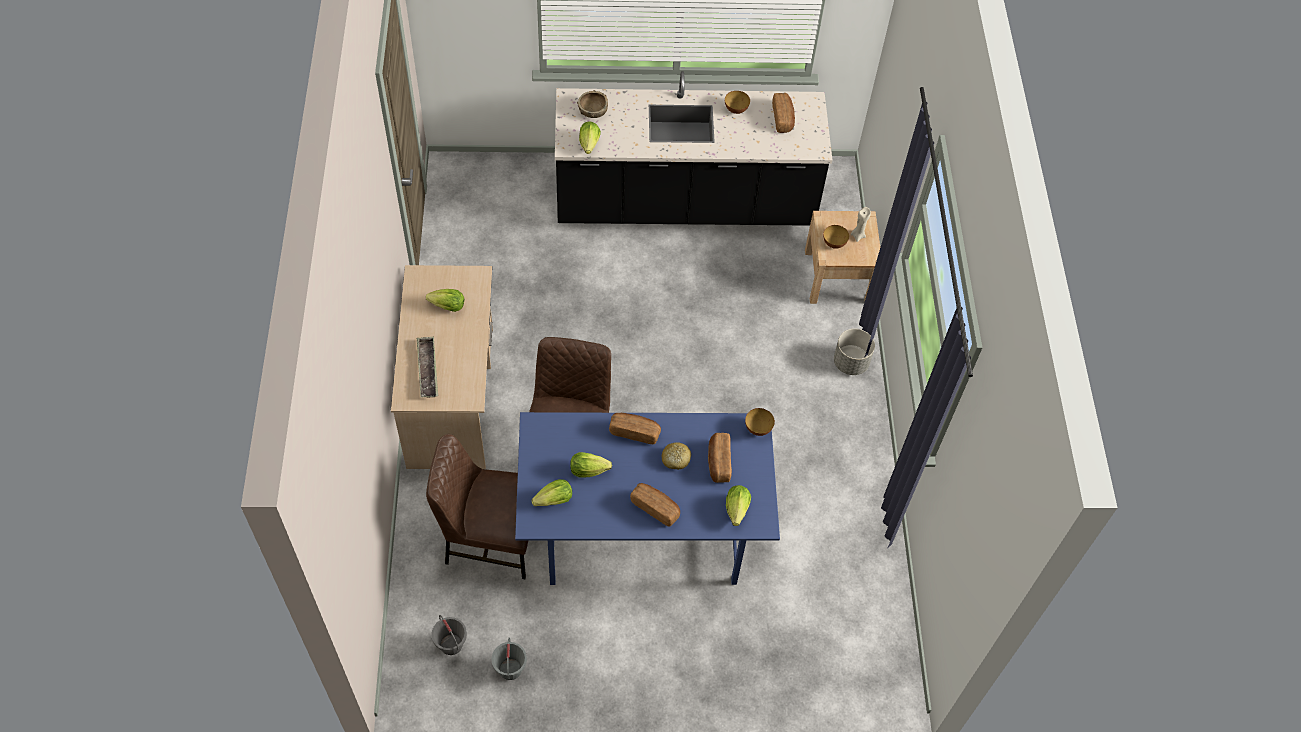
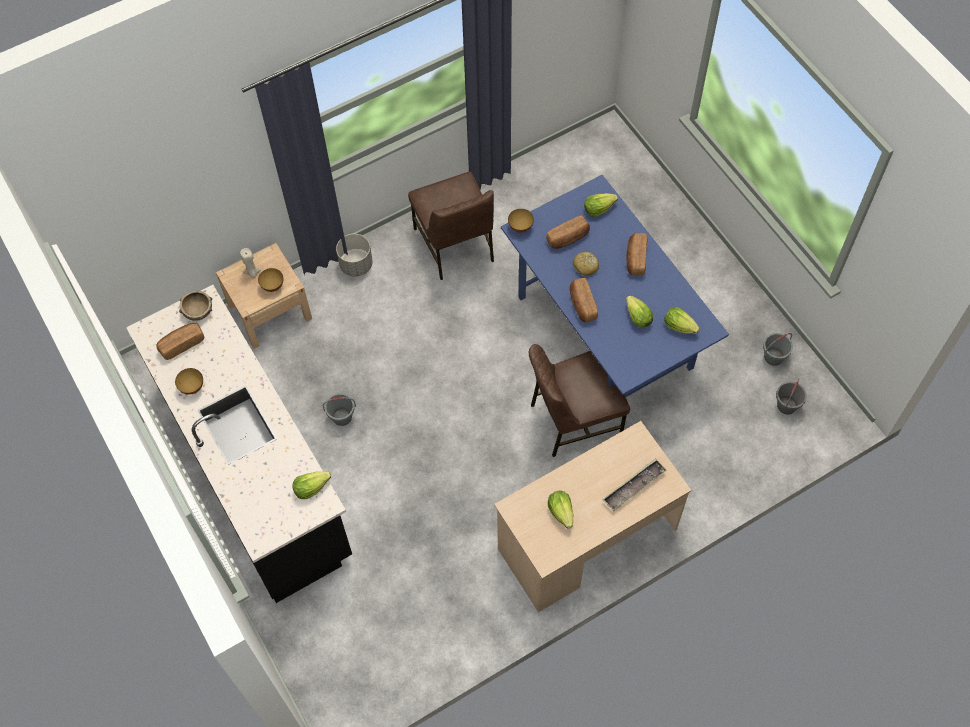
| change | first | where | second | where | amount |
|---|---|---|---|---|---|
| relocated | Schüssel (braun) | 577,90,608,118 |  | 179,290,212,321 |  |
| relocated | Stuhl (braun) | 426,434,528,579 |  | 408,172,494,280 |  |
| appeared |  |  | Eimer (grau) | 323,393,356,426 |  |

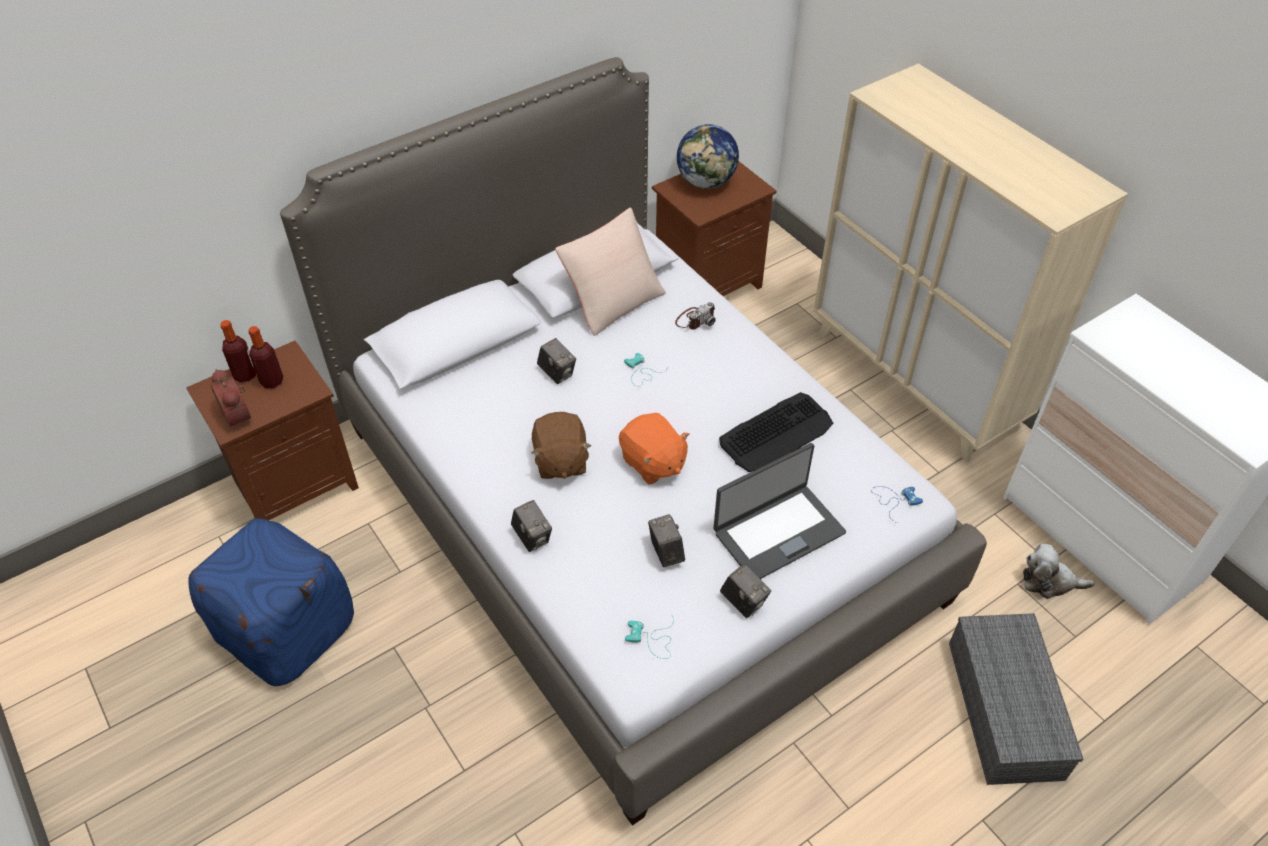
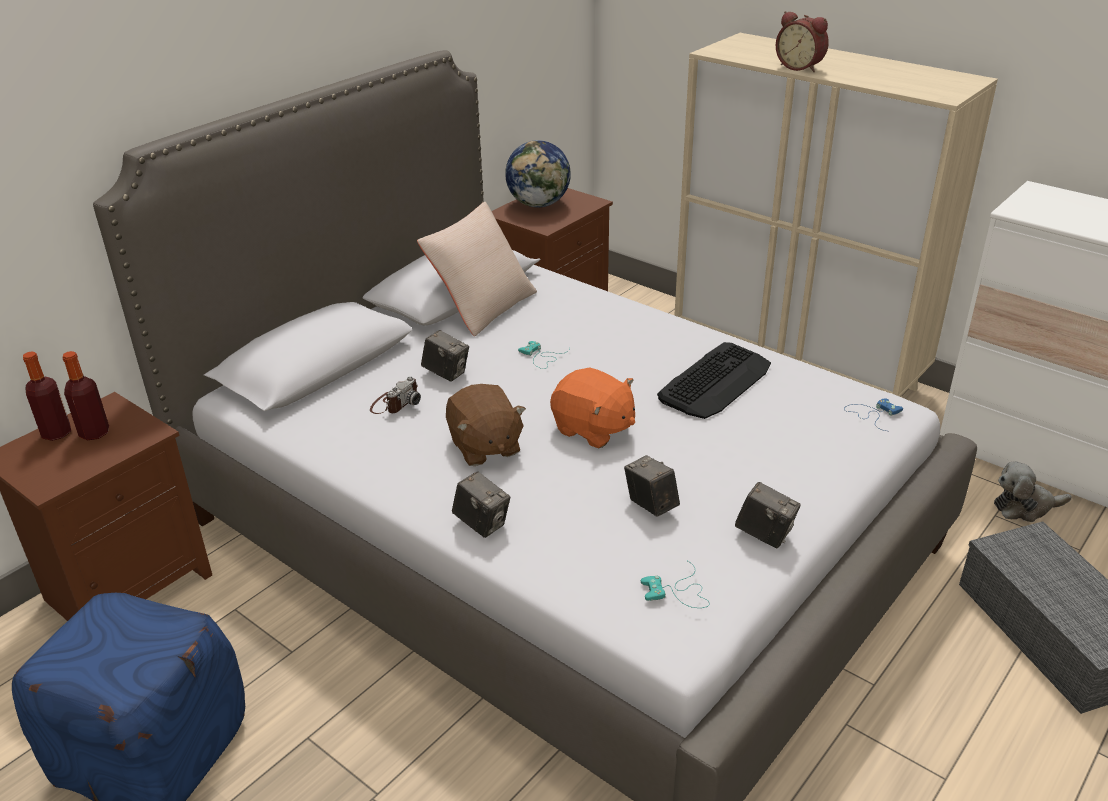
| change | first | where | second | where | amount |
|---|---|---|---|---|---|
| relocated | Kamera | 675,302,716,330 |  | 370,376,421,414 |  |
| relocated | Wecker | 211,369,251,430 |  | 776,11,829,72 |  |
| missing | Laptop | 713,443,846,579 |  |  |  |

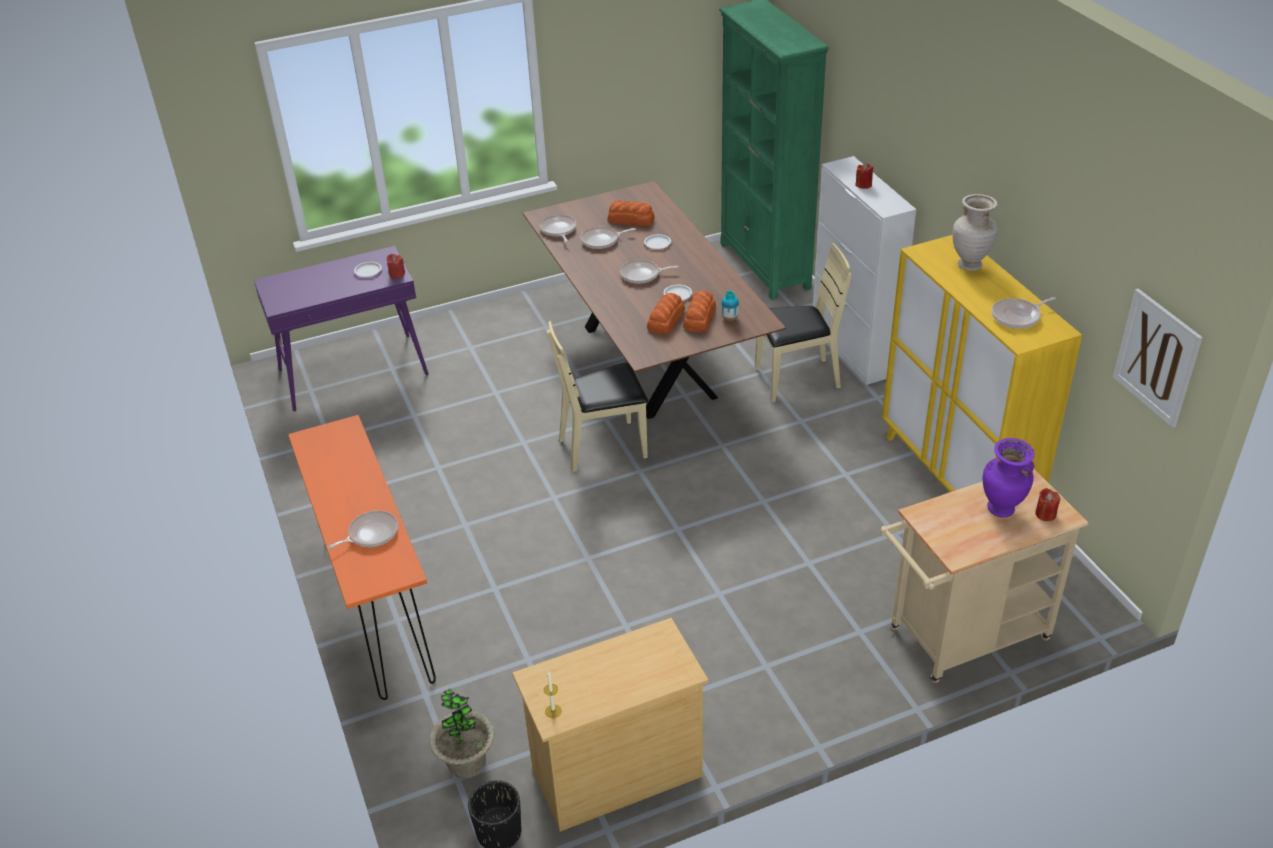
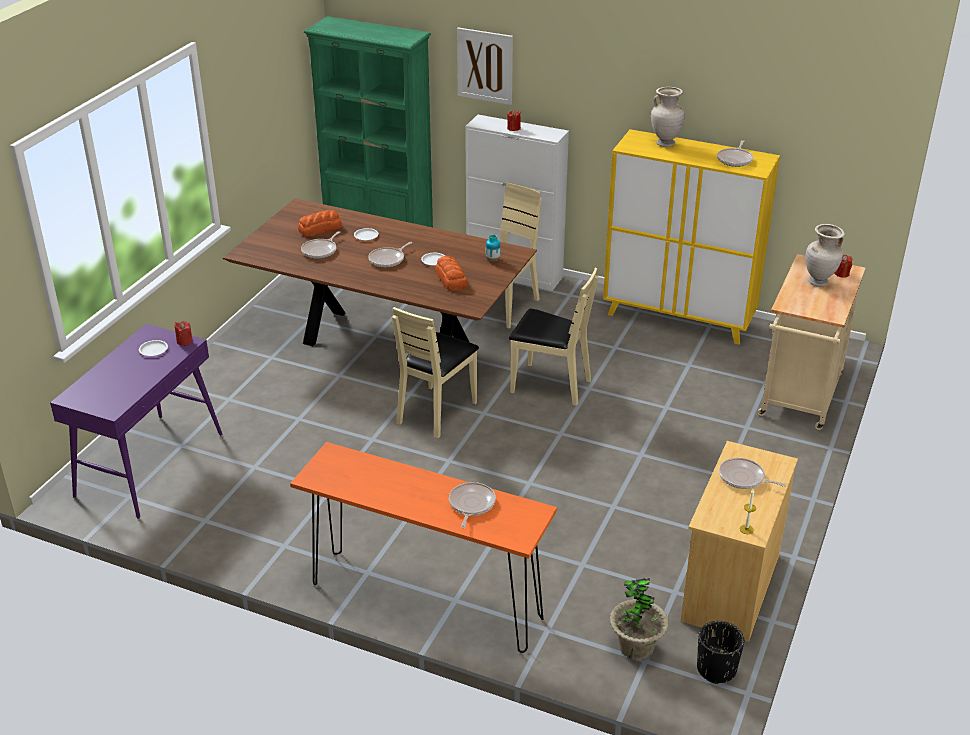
| change | first | where | second | where | amount |
|---|---|---|---|---|---|
| relocated | Pfanne | 540,215,576,242 |  | 719,458,786,489 |  |
| relocated | Bild | 1113,289,1203,428 |  | 457,28,513,105 |  |
| missing | Brot | 683,290,716,332 |  |  |  |
| colour | Vase (lila) | 983,438,1034,518 | Vase (beige) | 805,224,845,287 |  |
| appeared |  |  | Stuhl (beige) | 509,268,599,406 |  |

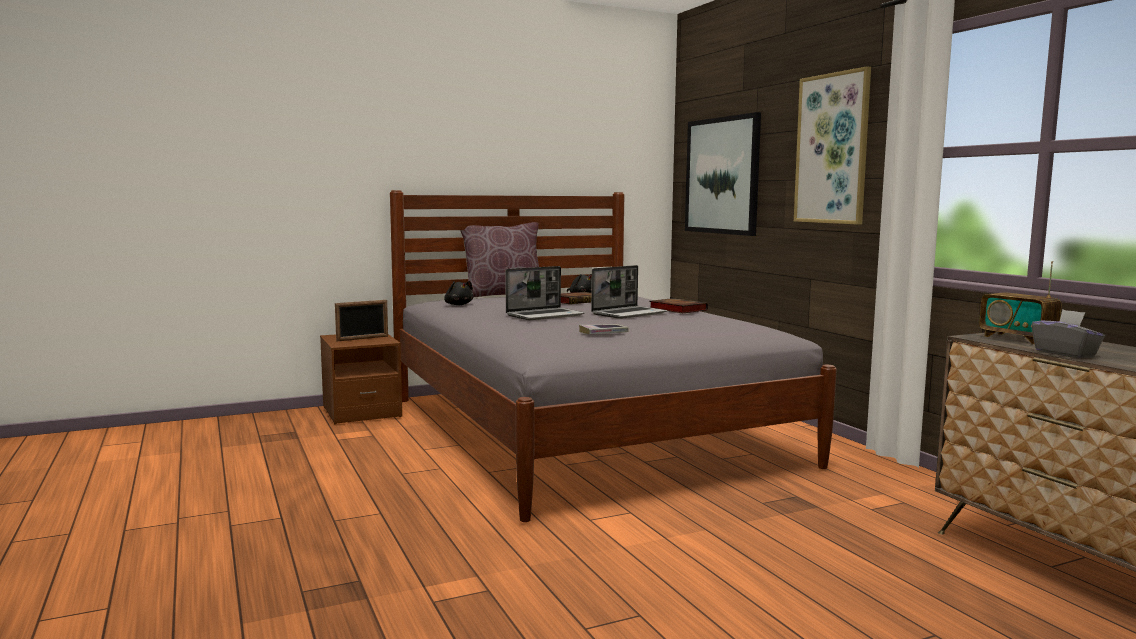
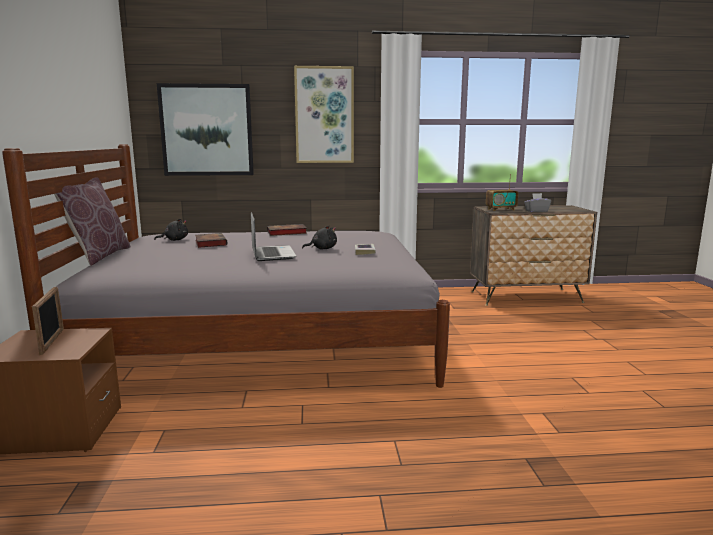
| change | first | where | second | where | amount |
|---|---|---|---|---|---|
| missing | Laptop | 591,265,667,319 |  |  |  |
| relocated | Plüschtier (schwarz) | 444,281,474,305 |  | 302,225,337,249 |  |

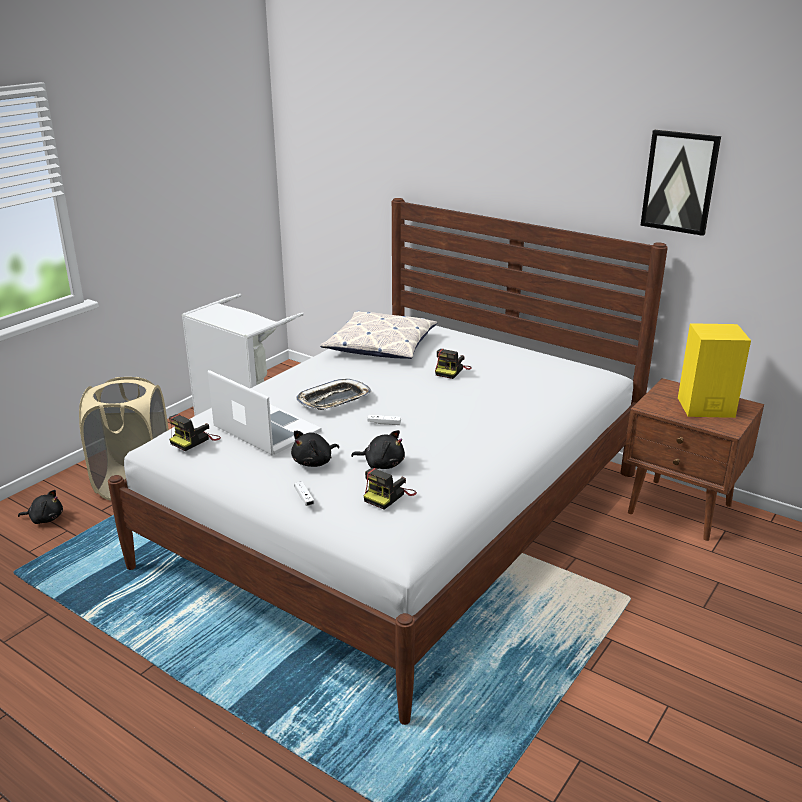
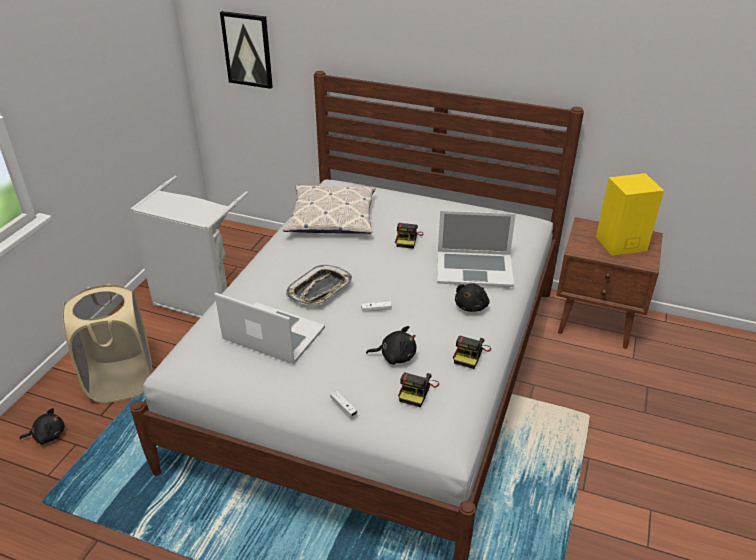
| change | first | where | second | where | amount |
|---|---|---|---|---|---|
| relocated | Bild | 640,130,721,236 |  | 220,11,273,89 |  |
| relocated | Kamera | 169,414,221,451 |  | 453,336,491,369 |  |
| relocated | Plüschtier (schwarz) | 291,430,339,467 |  | 455,283,490,312 |  |
| appeared |  |  | Laptop | 437,211,516,287 |  |

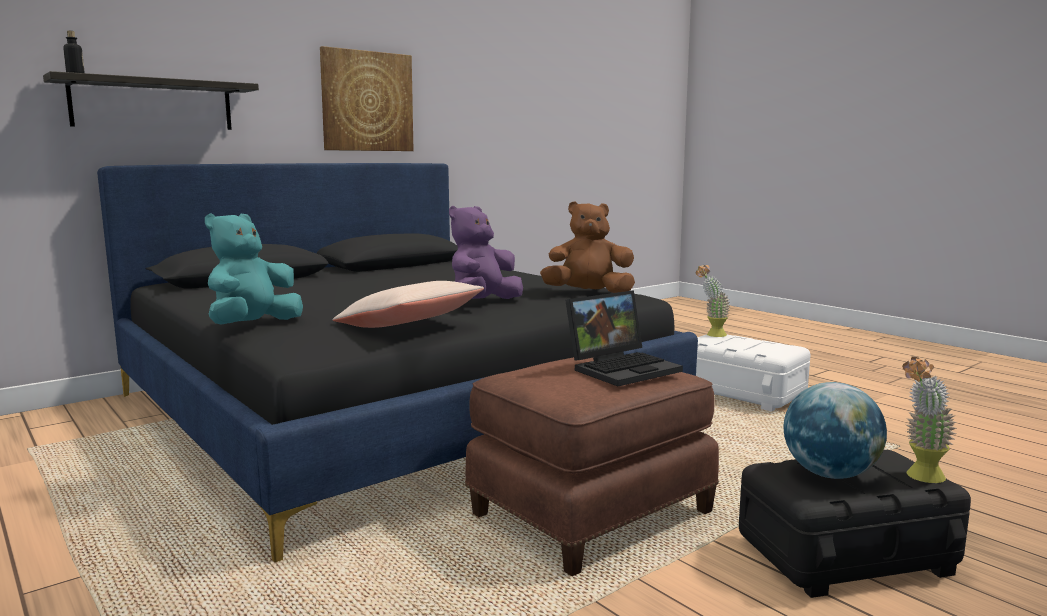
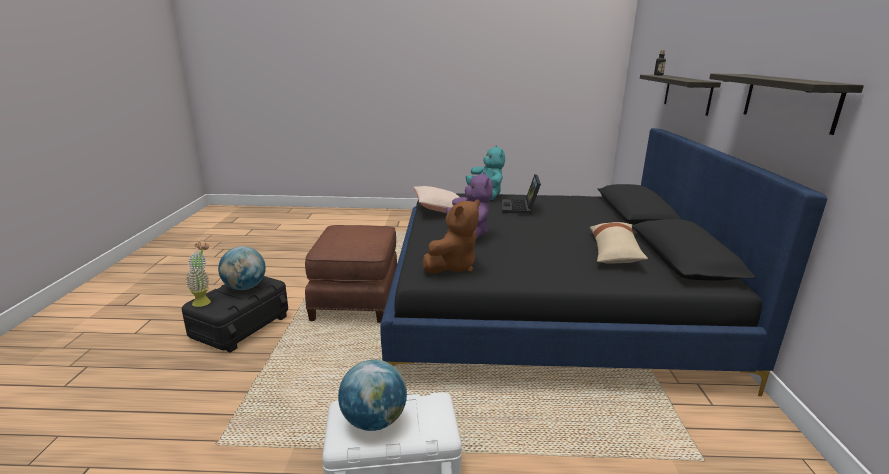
| change | first | where | second | where | amount |
|---|---|---|---|---|---|
| exchanged | Bild | 320,46,414,151 | Wandregal | 709,73,864,135 |  |
| missing | Topfpflanze | 696,265,730,337 |  |  |  |
| relocated | Laptop | 565,290,683,386 |  | 502,174,541,214 |  |
| appeared |  |  | Kissen (beige) | 590,222,648,264 |  |
| appeared |  |  | Globus | 338,359,407,431 |  |

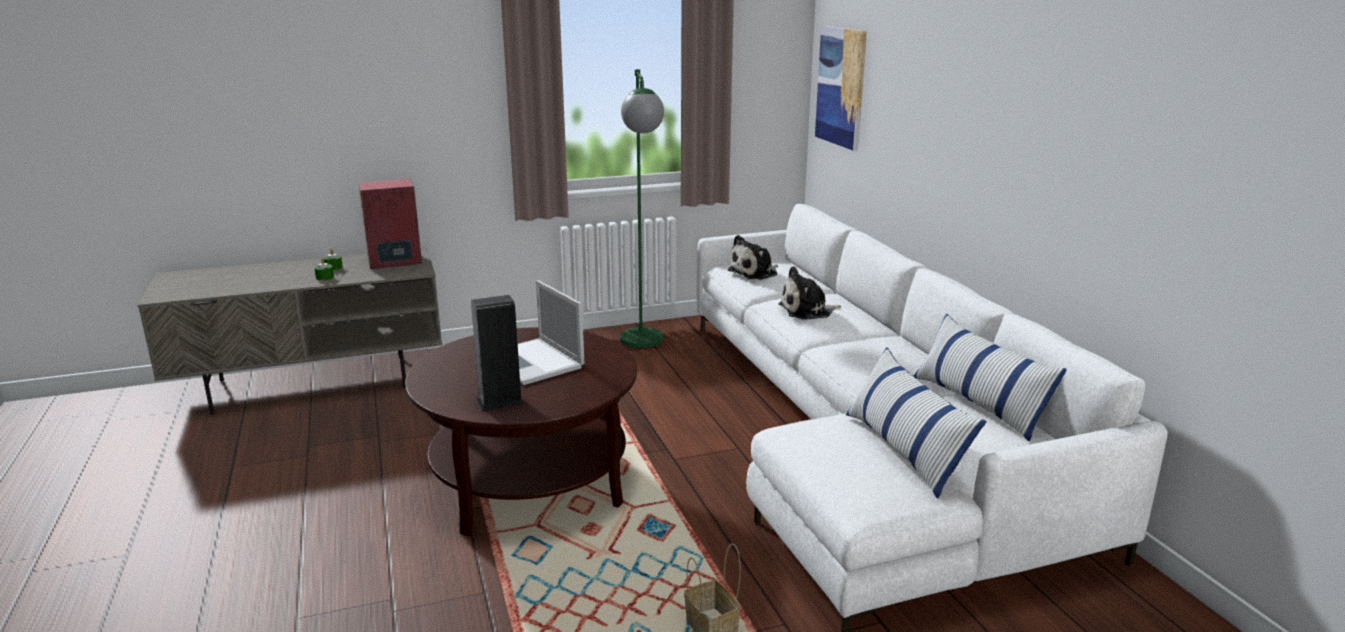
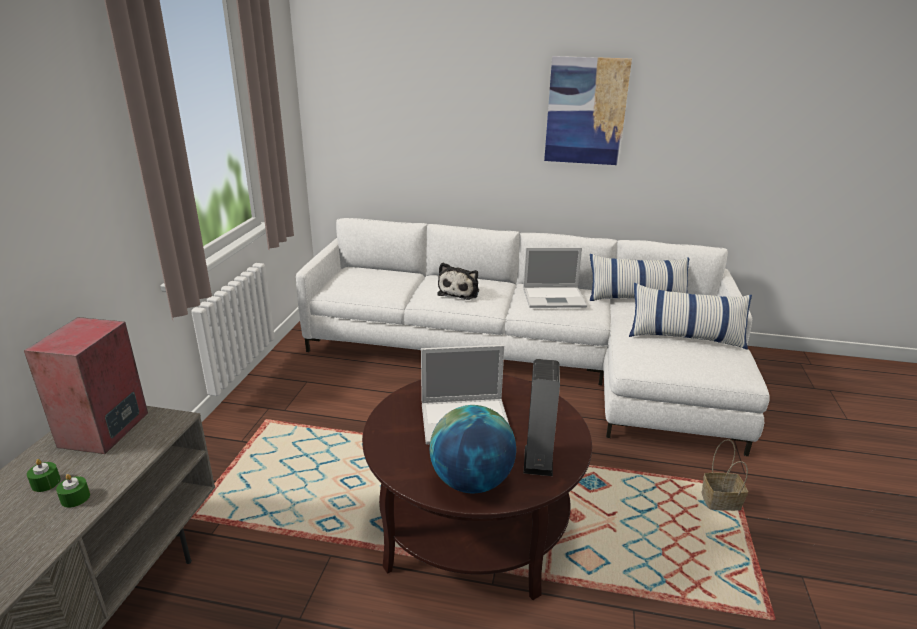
| change | first | where | second | where | amount |
|---|---|---|---|---|---|
| relocated | Bild | 815,26,867,151 |  | 544,56,632,165 |  |
| missing | Stehlampe (grün) | 620,69,664,348 |  |  |  |
| missing | Plüschtier | 727,235,778,280 |  |  |  |
| appeared |  |  | Laptop | 523,247,587,308 |  |
| appeared |  |  | Globus | 430,405,516,493 |  |

